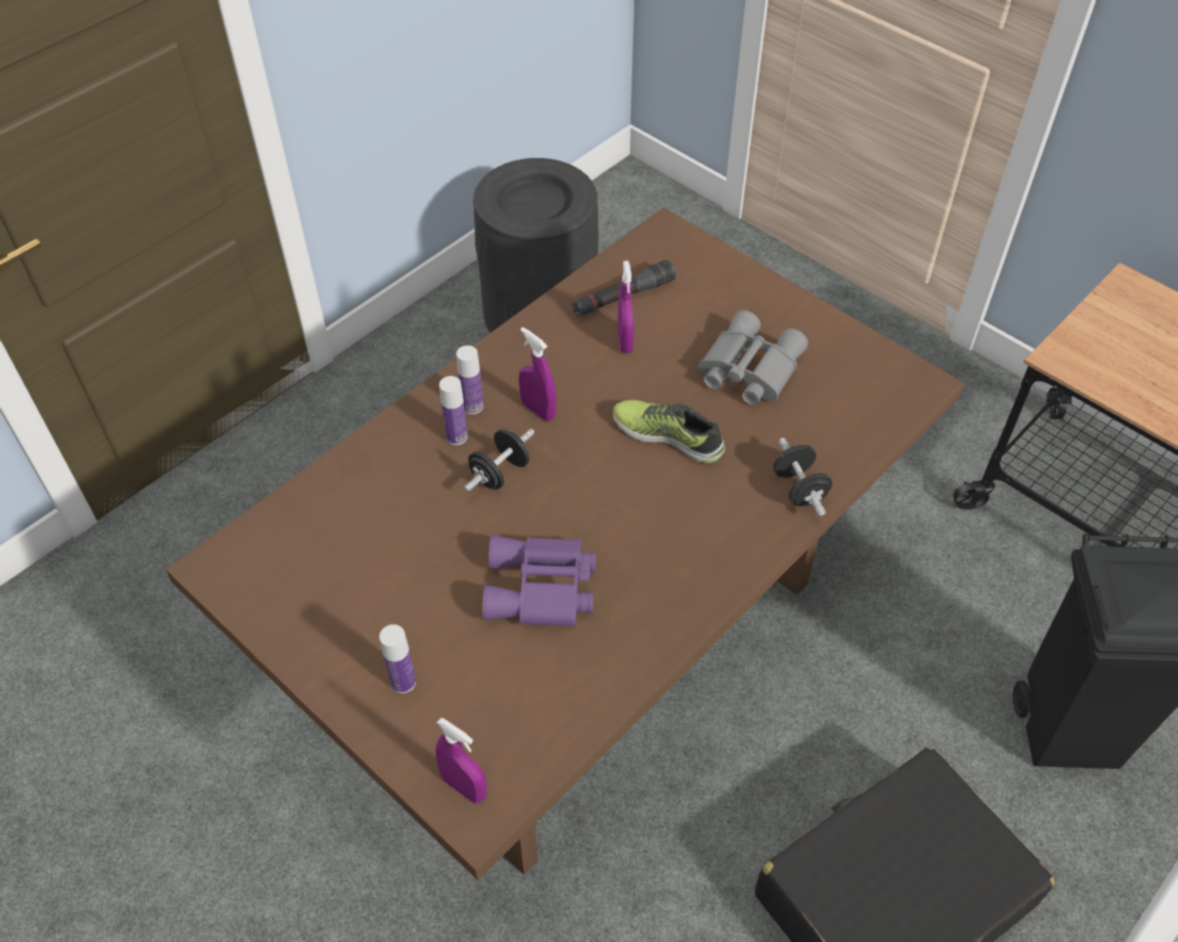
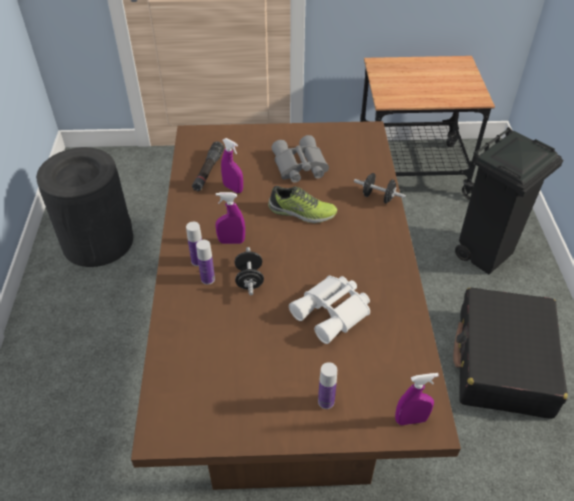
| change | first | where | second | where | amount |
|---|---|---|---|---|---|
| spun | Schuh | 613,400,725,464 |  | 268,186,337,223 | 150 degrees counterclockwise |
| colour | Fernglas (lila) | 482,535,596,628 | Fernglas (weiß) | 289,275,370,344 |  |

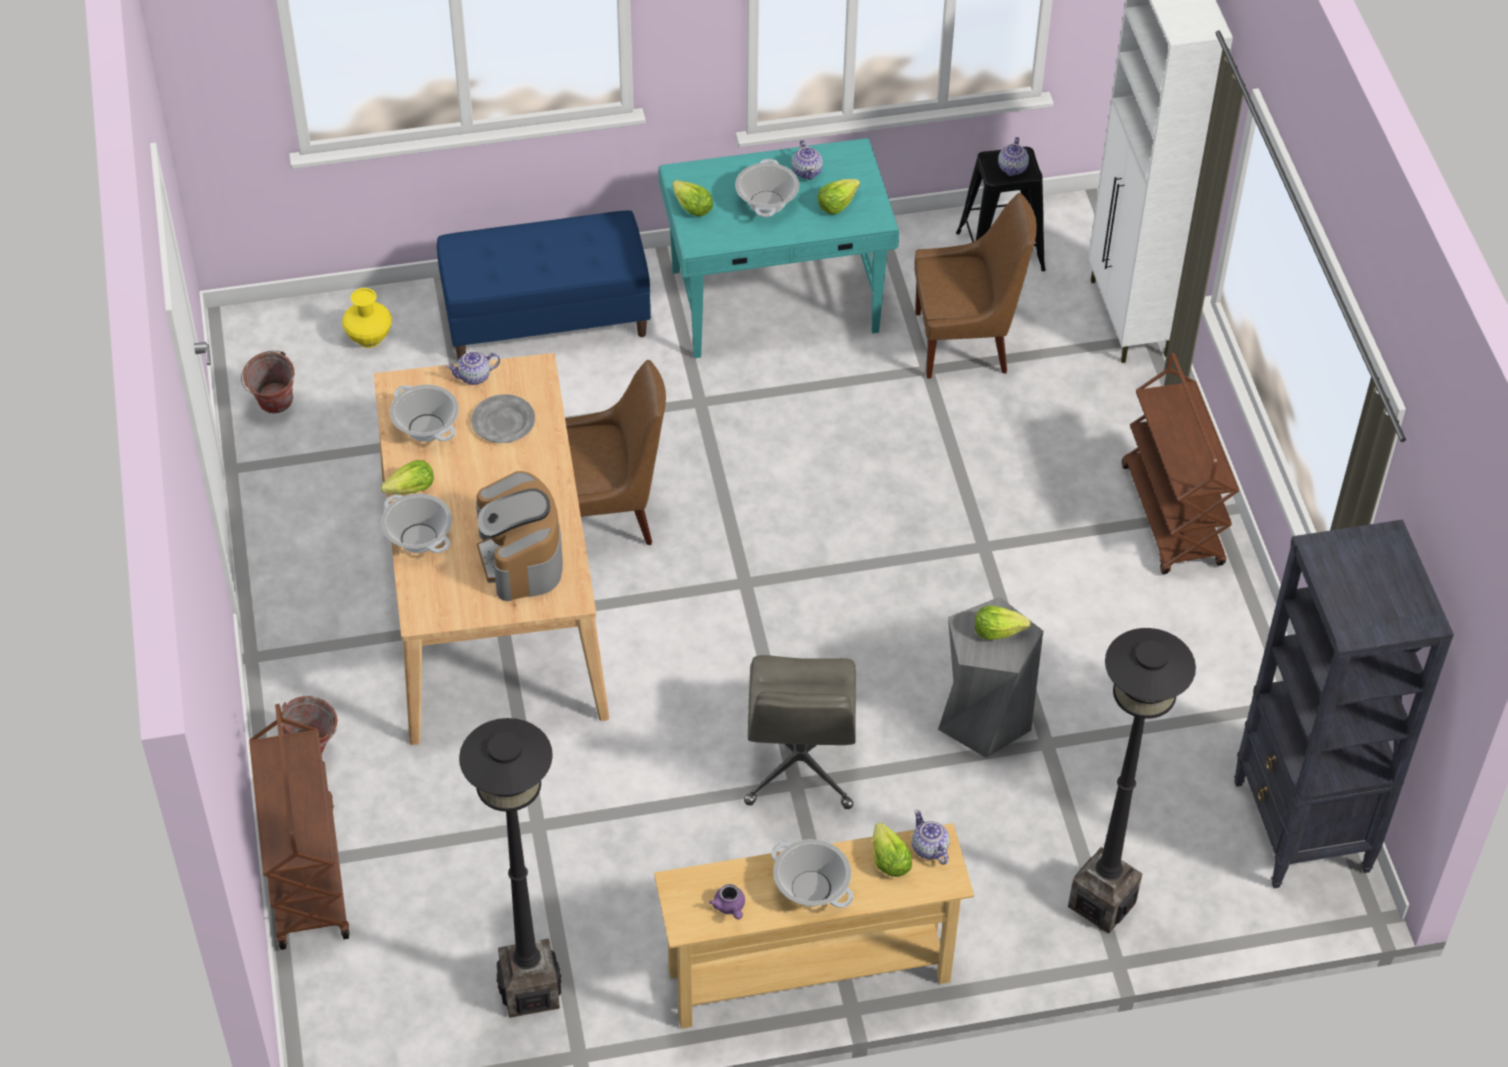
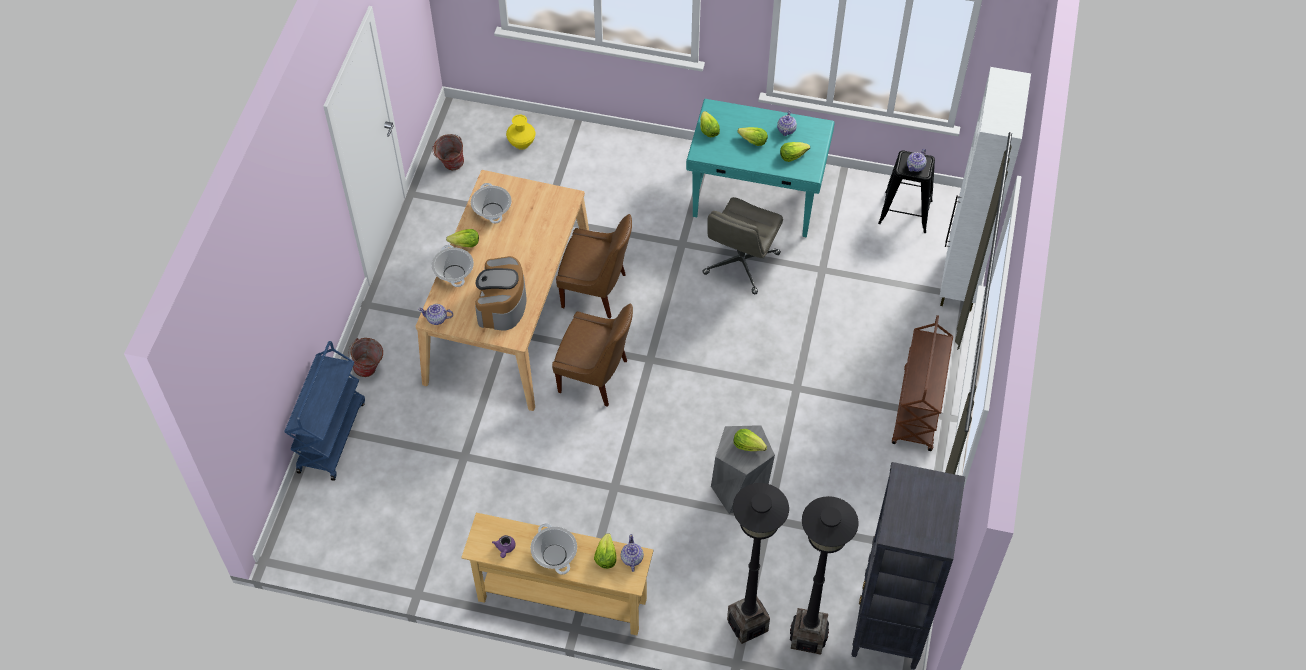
| change | first | where | second | where | amount |
|---|---|---|---|---|---|
| exchanged | Kochtopf | 735,159,799,217 | Salatkopf | 737,127,768,146 |  |
| relocated | Stuhl (braun) | 914,193,1037,379 |  | 552,303,633,407 |  |
| missing | Bank (blau) | 437,210,651,361 |  |  |  |
| relocated | Teekanne | 446,351,500,385 |  | 418,304,453,325 |  |
| missing | Teller (grau) | 471,394,535,443 |  |  |  |
| relocated | Bürostuhl (grau) | 744,655,856,809 |  | 702,197,783,294 |  |
| colour | Rollwagen (braun) | 249,704,350,950 | Rollwagen (blau) | 284,341,365,481 |  |
| relocated | Stehlampe (schwarz) | 459,718,561,1018 |  | 790,496,859,655 |  |

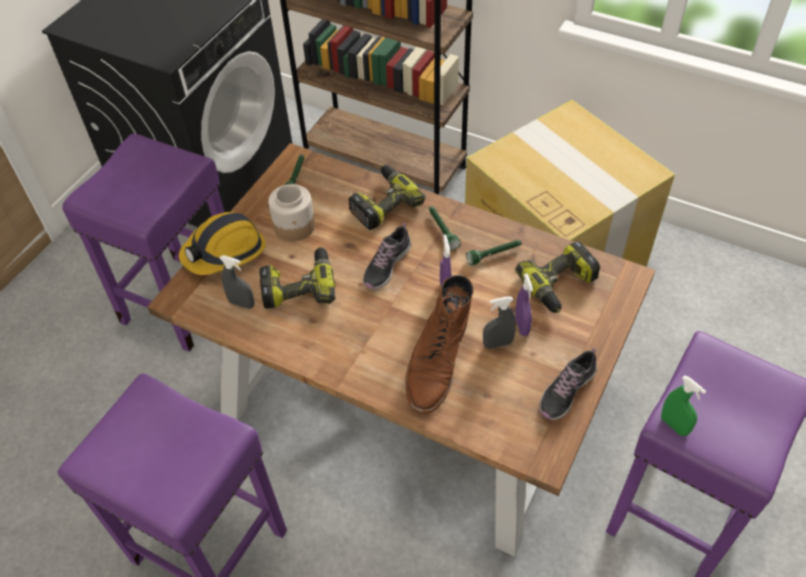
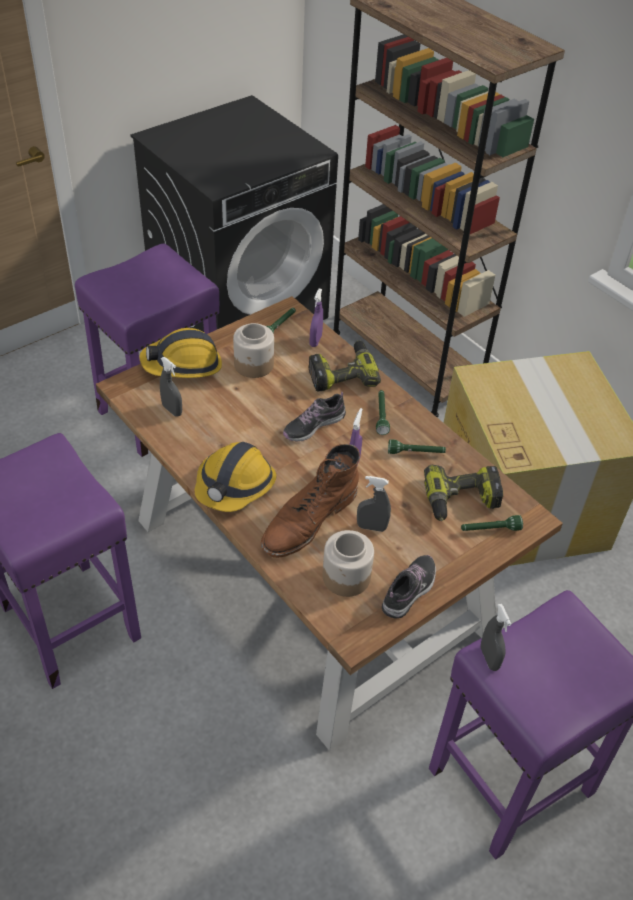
| change | first | where | second | where | amount |
|---|---|---|---|---|---|
| missing | Bohrmaschine | 259,247,336,309 |  |  |  |
| relocated | Sprühflasche (lila) | 515,274,533,336 |  | 310,288,323,347 |  |
| spun | Schuh | 539,348,597,420 |  | 382,555,436,619 | 150 degrees clockwise |
| colour | Sprühflasche (grün) | 661,375,706,436 | Sprühflasche (grau) | 481,604,511,671 |  |
| appeared |  |  | Schutzhelm | 194,442,277,512 |  |
| appeared |  |  | Taschenlampe (grün) | 461,515,523,531 |  |
| appeared |  |  | Vorratsglas | 323,530,374,597 |  |

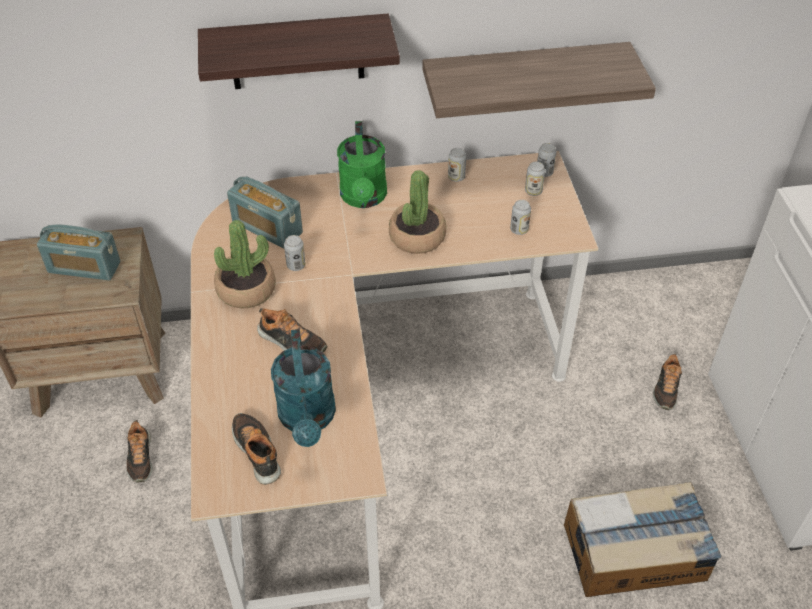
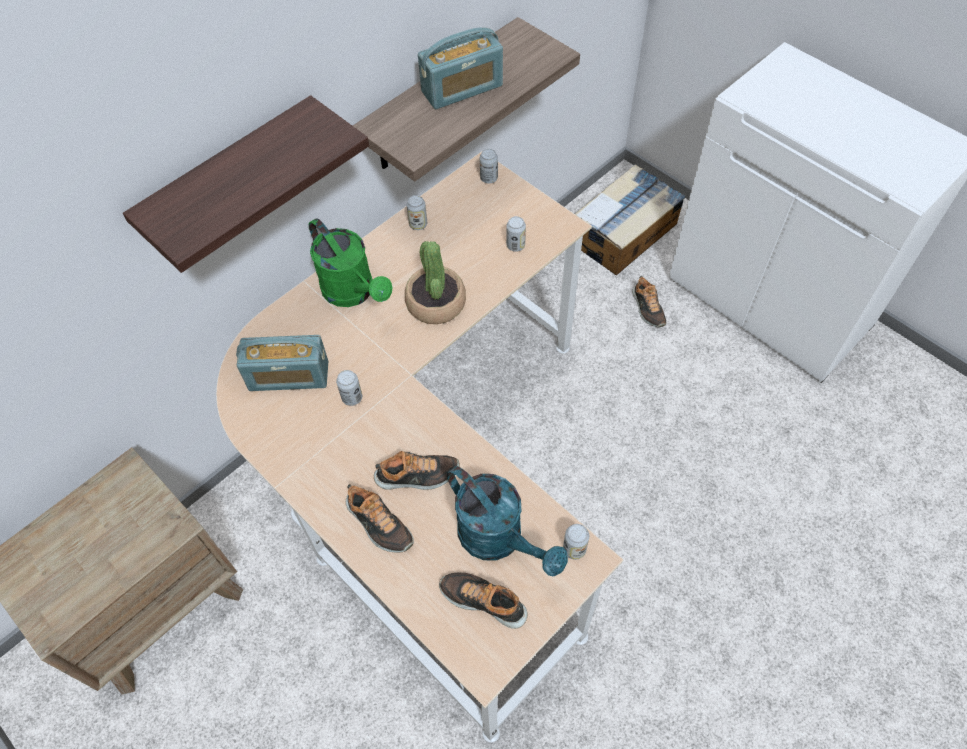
| change | first | where | second | where | amount |
|---|---|---|---|---|---|
| relocated | Dose | 525,162,545,196 |  | 563,524,590,560 |  |
| missing | Topfpflanze | 214,220,276,309 |  |  |  |
| relocated | Radio | 37,224,120,280 |  | 418,28,503,109 |  |
| relocated | Schuh | 126,420,152,482 |  | 346,484,414,553 |  |
| relocated | Karton | 564,482,721,597 |  | 575,164,686,275 |  |

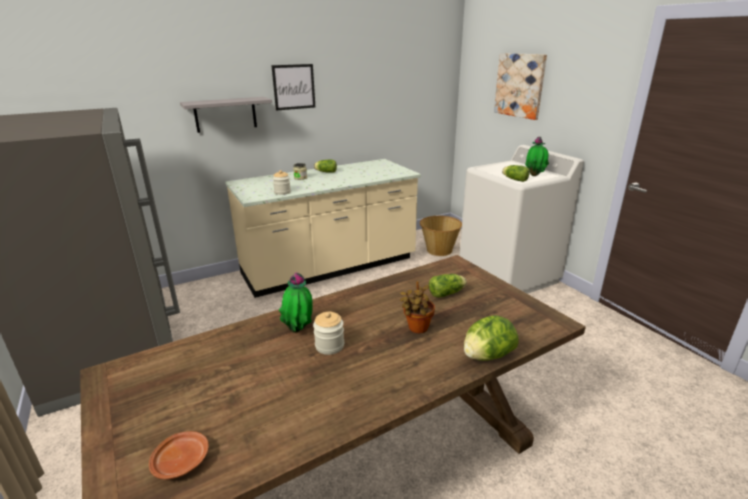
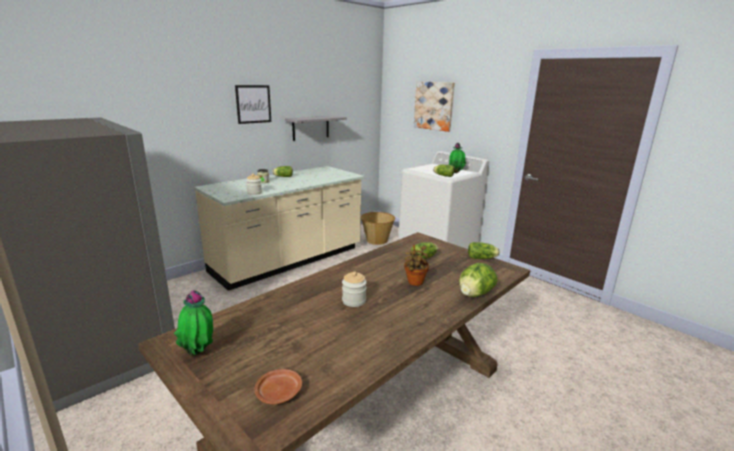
| change | first | where | second | where | amount |
|---|---|---|---|---|---|
| relocated | Wandregal (grau) | 180,97,272,133 |  | 285,116,347,141 |  |
| relocated | Topfpflanze | 279,273,313,333 |  | 174,290,213,356 |  |
| appeared |  |  | Salatkopf | 468,242,500,259 |  |

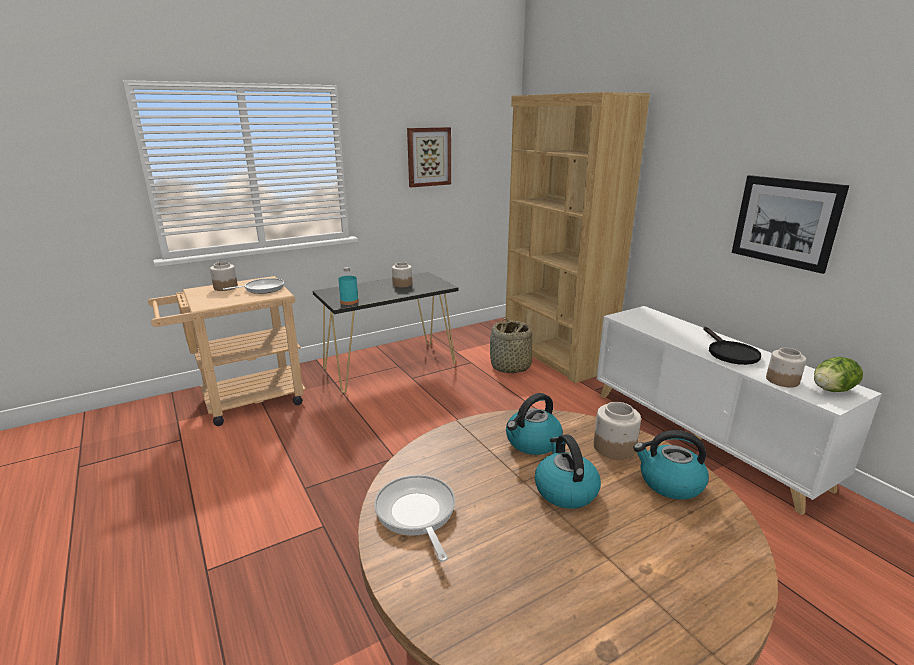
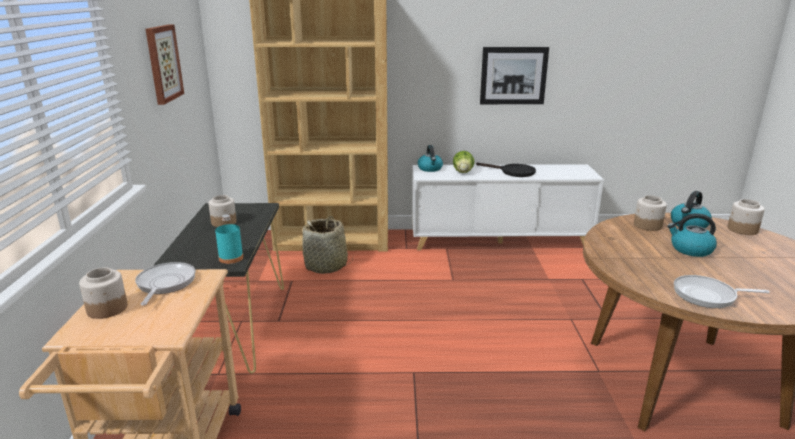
| change | first | where | second | where | amount |
|---|---|---|---|---|---|
| relocated | Vorratsglas | 766,348,806,388 |  | 727,199,765,235 |  |
| relocated | Salatkopf | 814,357,863,392 |  | 453,151,475,173 |  |
| relocated | Wasserkessel | 506,393,563,455 |  | 418,145,443,172 |  |

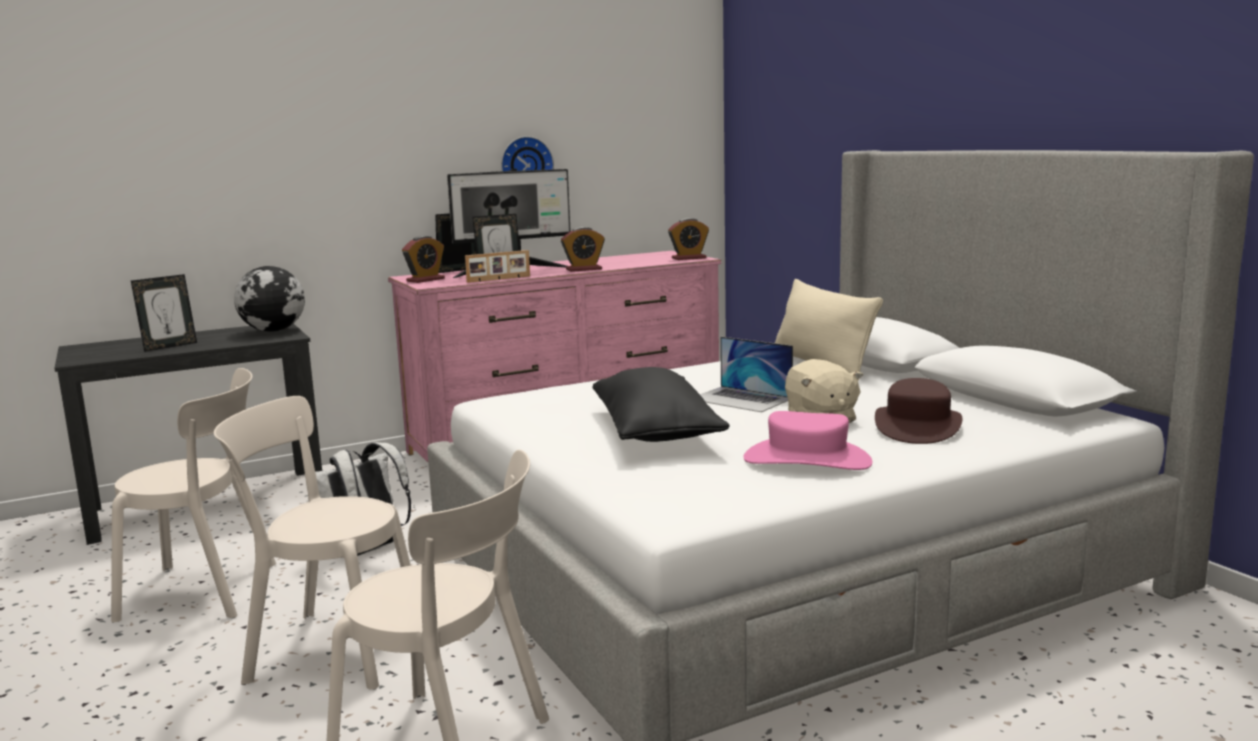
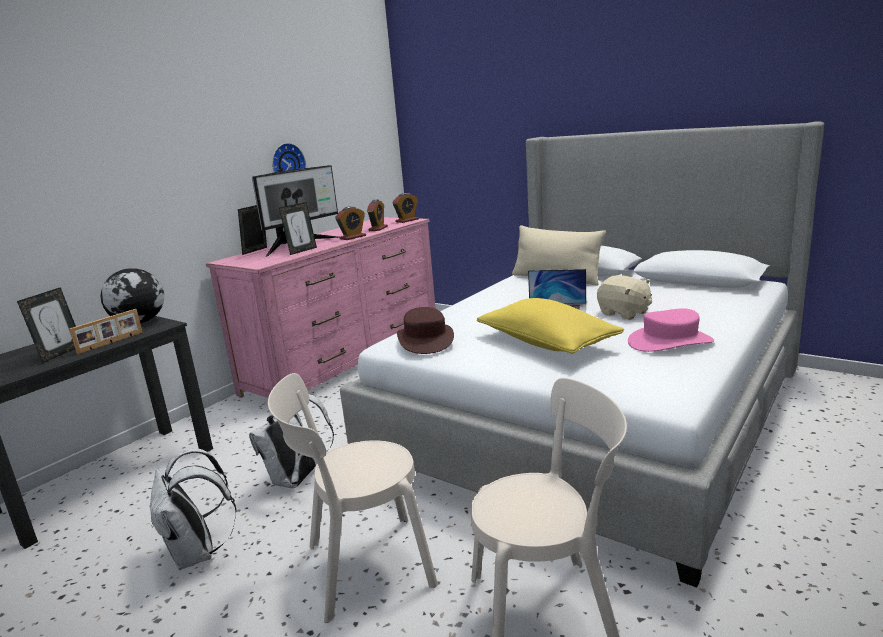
| change | first | where | second | where | amount |
|---|---|---|---|---|---|
| relocated | Wecker | 402,236,445,283 |  | 367,200,388,231 |  |
| relocated | Bilderrahmen | 465,250,530,283 |  | 69,309,143,354 |  |
| colour | Kissen (schwarz) | 592,367,730,442 | Kissen (gelb) | 477,298,624,354 |  |
| exchanged | Stuhl (beige) | 111,368,276,622 | Rucksack (weiß) | 150,448,237,570 |  |
| relocated | Hut (braun) | 875,378,962,444 |  | 397,307,454,354 |  |

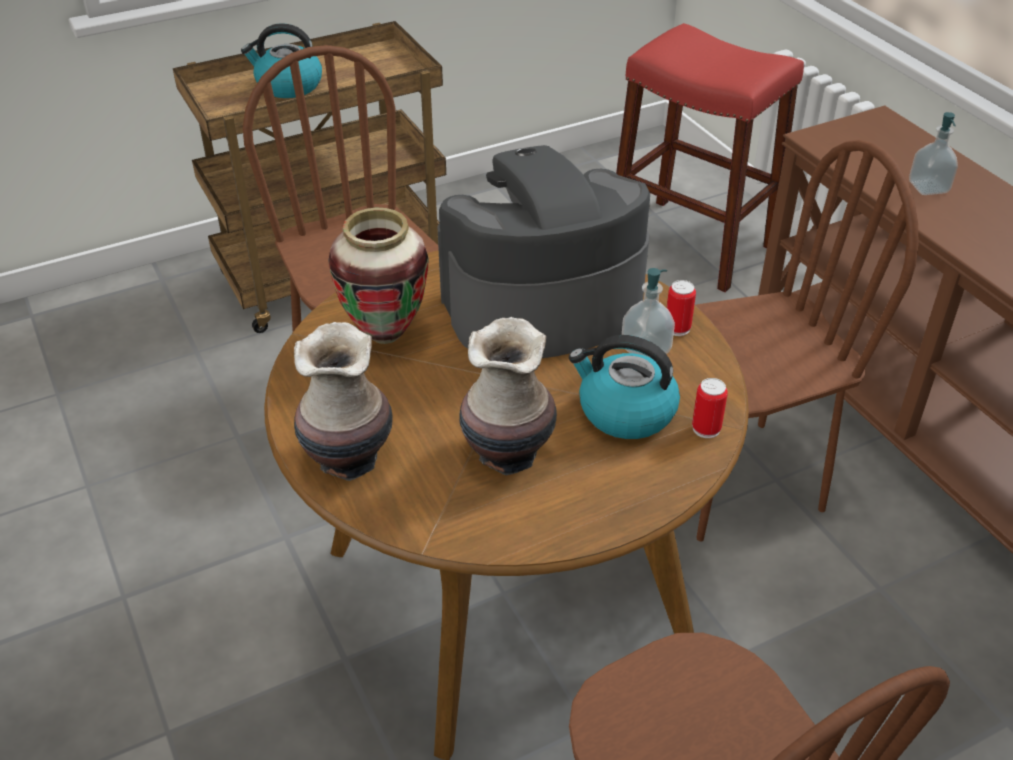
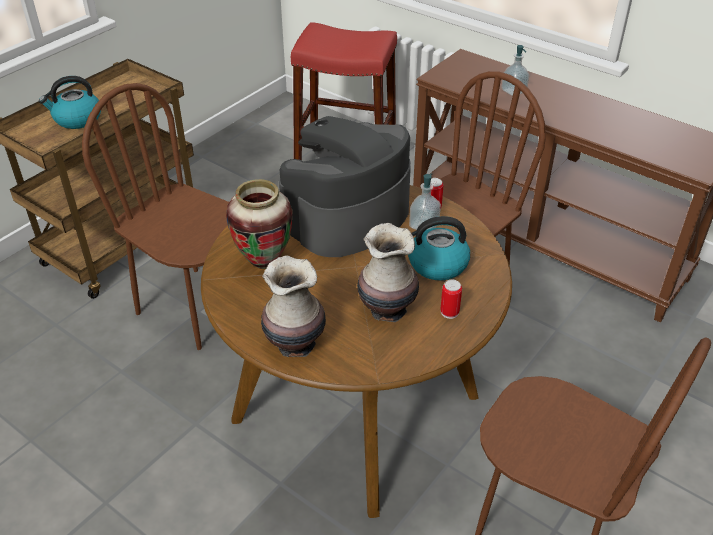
| change | first | where | second | where | amount |
|---|---|---|---|---|---|
| relocated | Dose | 692,378,728,438 |  | 440,280,462,319 |  |

